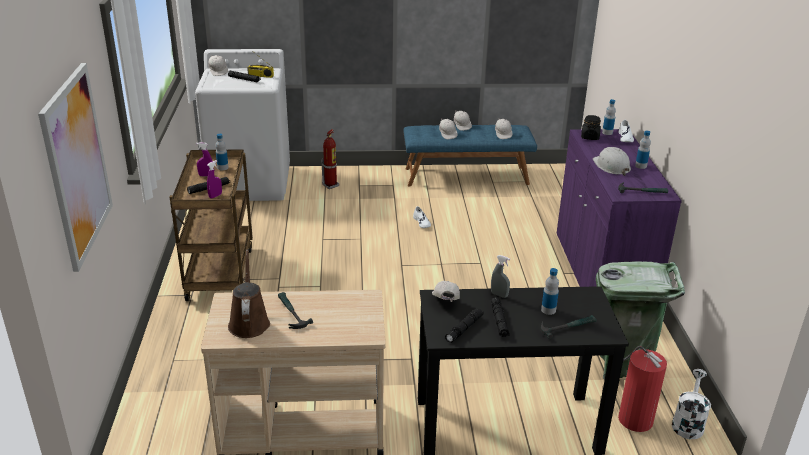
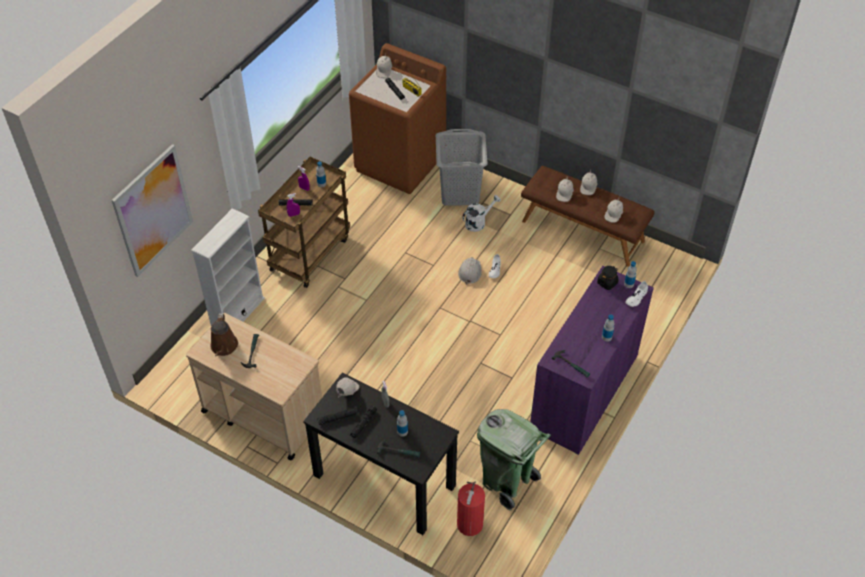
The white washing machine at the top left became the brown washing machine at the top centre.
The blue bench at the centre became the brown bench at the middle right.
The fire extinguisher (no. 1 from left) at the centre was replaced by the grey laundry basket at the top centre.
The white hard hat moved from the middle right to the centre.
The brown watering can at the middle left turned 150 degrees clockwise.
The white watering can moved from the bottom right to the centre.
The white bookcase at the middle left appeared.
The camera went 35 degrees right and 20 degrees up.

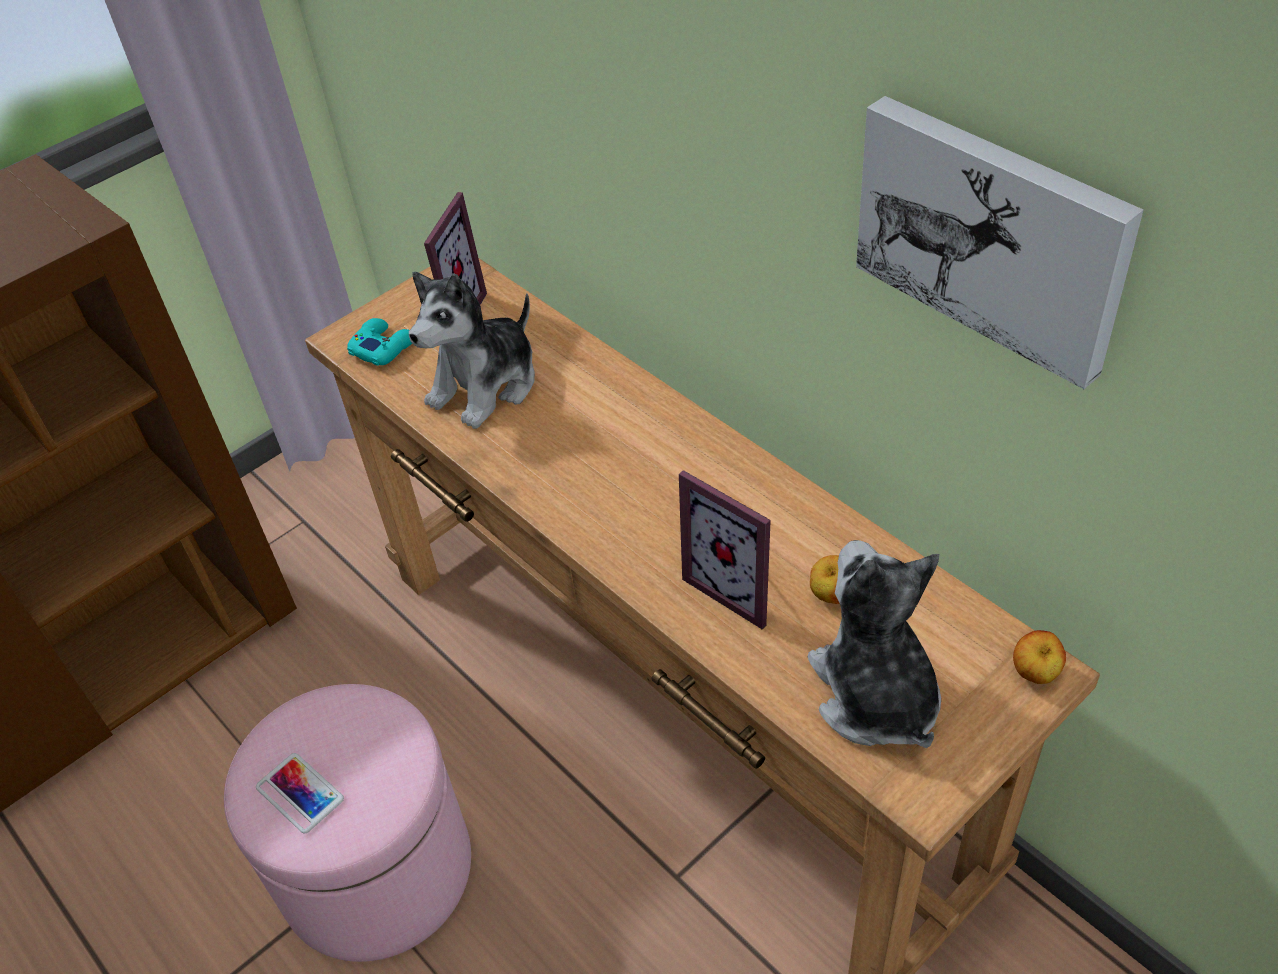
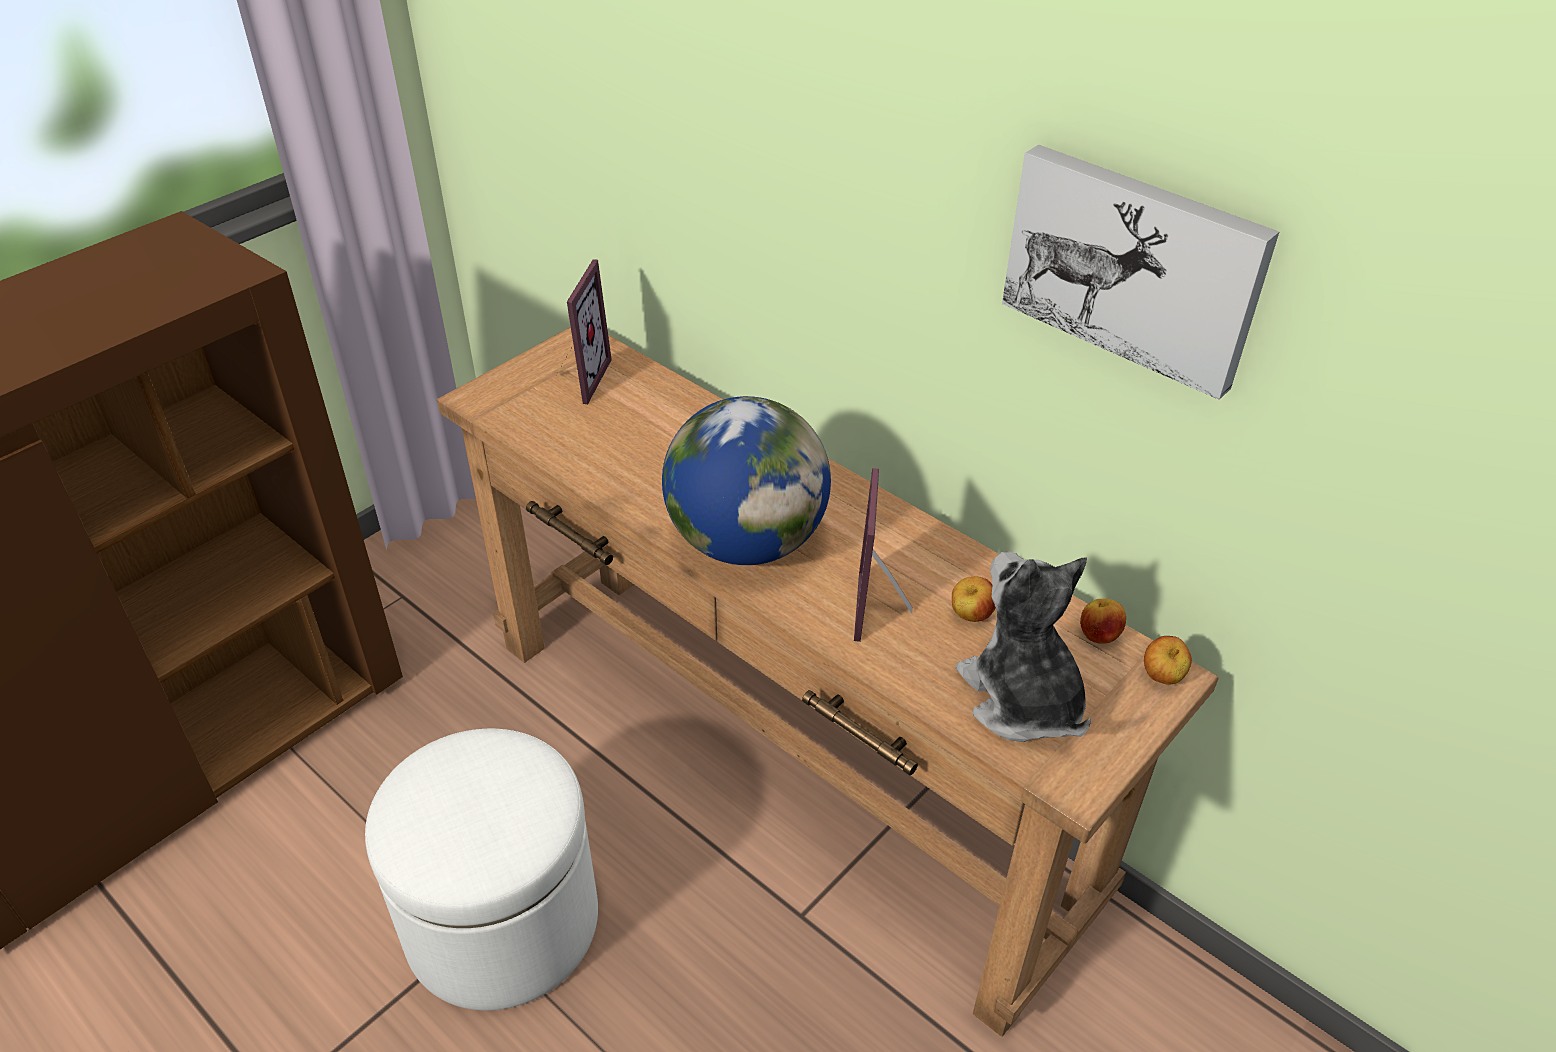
The plush toy (no. 1 from left) at the centre disappeared.
The turquoise game controller at the middle left disappeared.
The picture frame (no. 2 from left) at the centre turned 60 degrees clockwise.
The pink ottoman at the bottom left became the white ottoman at the bottom left.
The phone at the bottom left disappeared.
The globe at the centre appeared.
The apple (no. 2 from left) at the middle right appeared.
The camera went 10 degrees left and 5 degrees down.

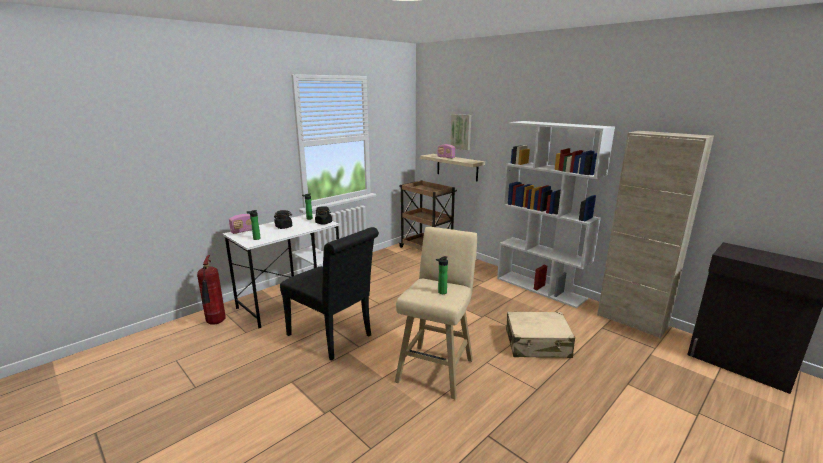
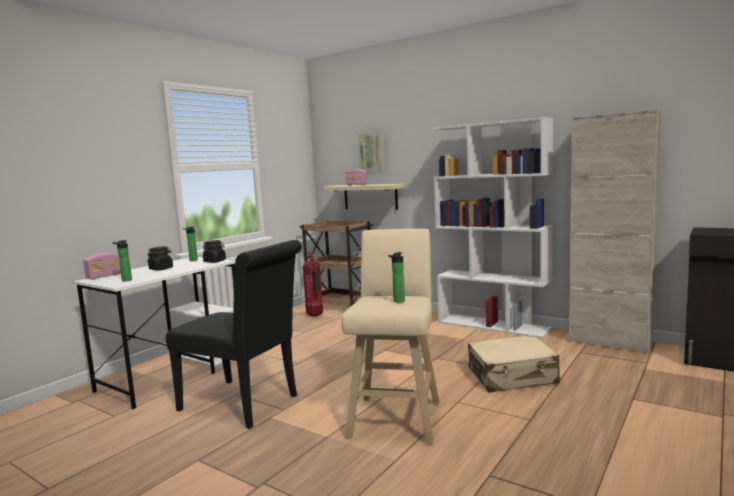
The fire extinguisher moved from the middle left to the centre.
The camera went 10 degrees left and 10 degrees down.

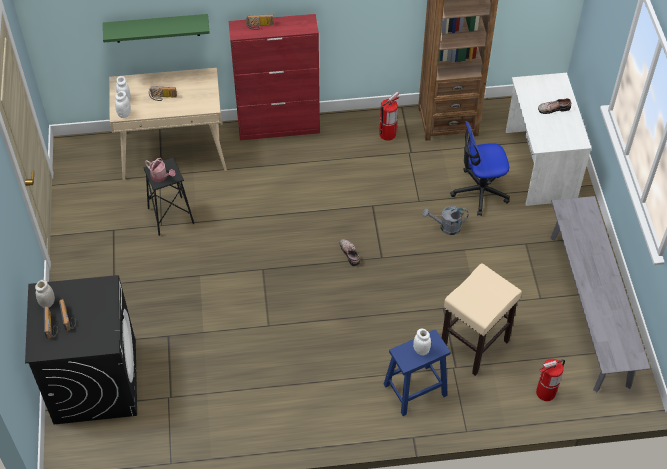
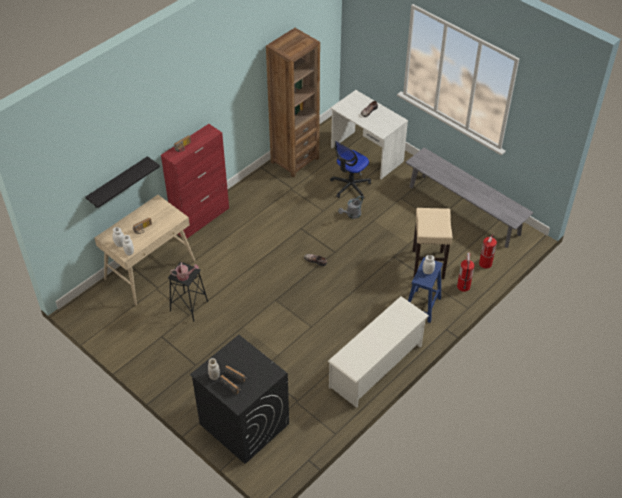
The green shelf at the top left became the black shelf at the middle left.
The fire extinguisher (no. 1 from left) moved from the top centre to the middle right.
The white shoe rack at the bottom centre appeared.
The camera went 40 degrees left and 5 degrees down.

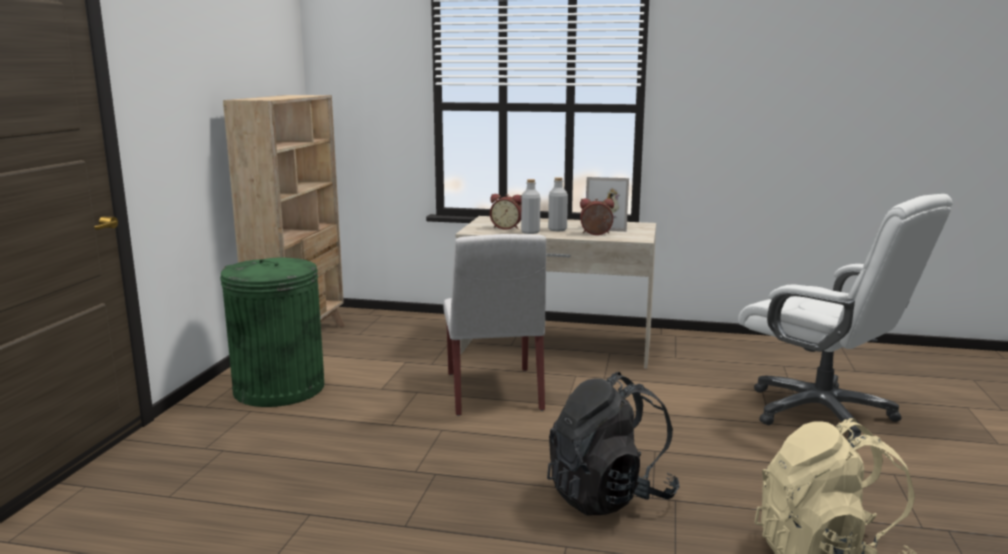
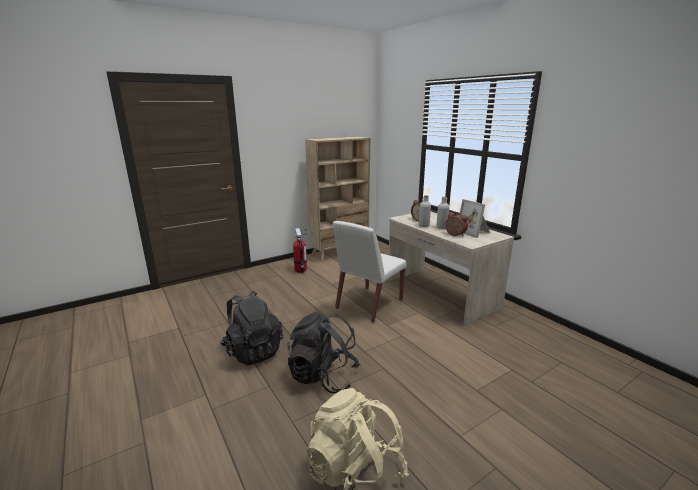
The white office chair at the middle right disappeared.
The green trash can at the middle left was replaced by the fire extinguisher at the centre.
The black backpack (no. 1 from left) at the bottom centre appeared.
The camera went 45 degrees right and 5 degrees up.

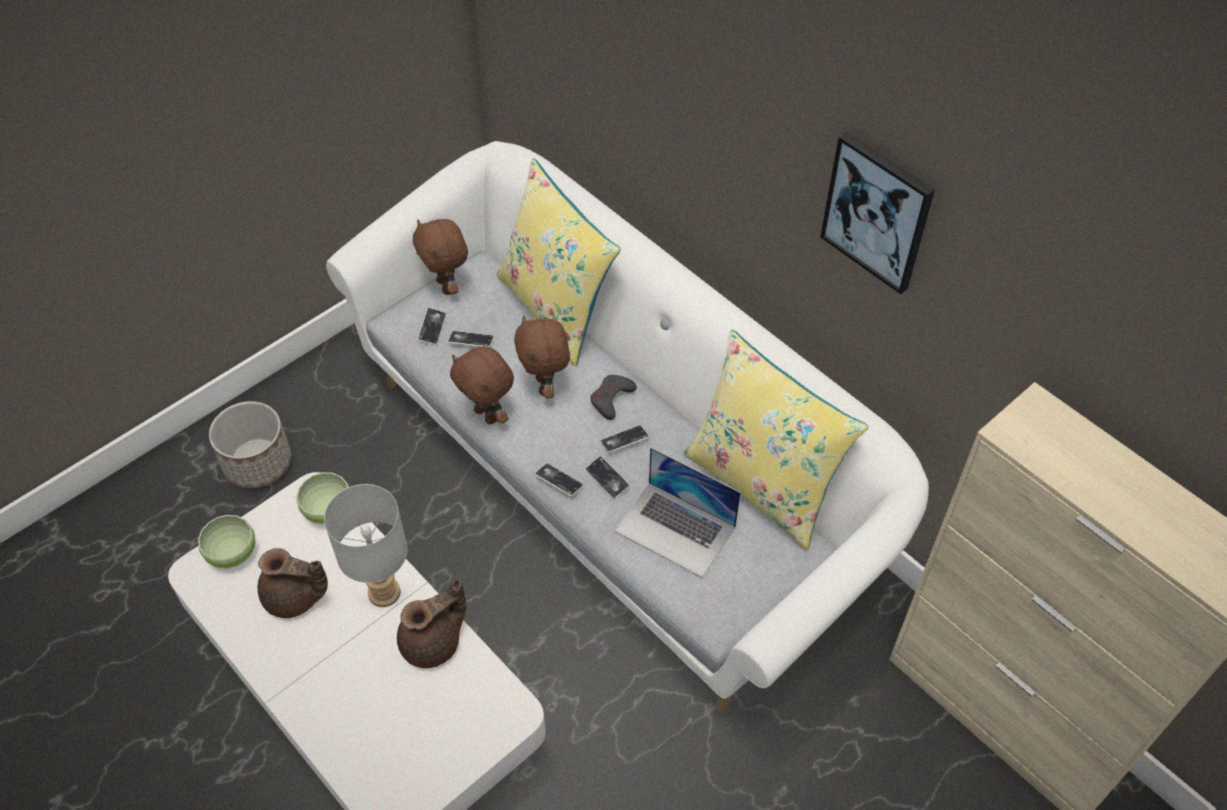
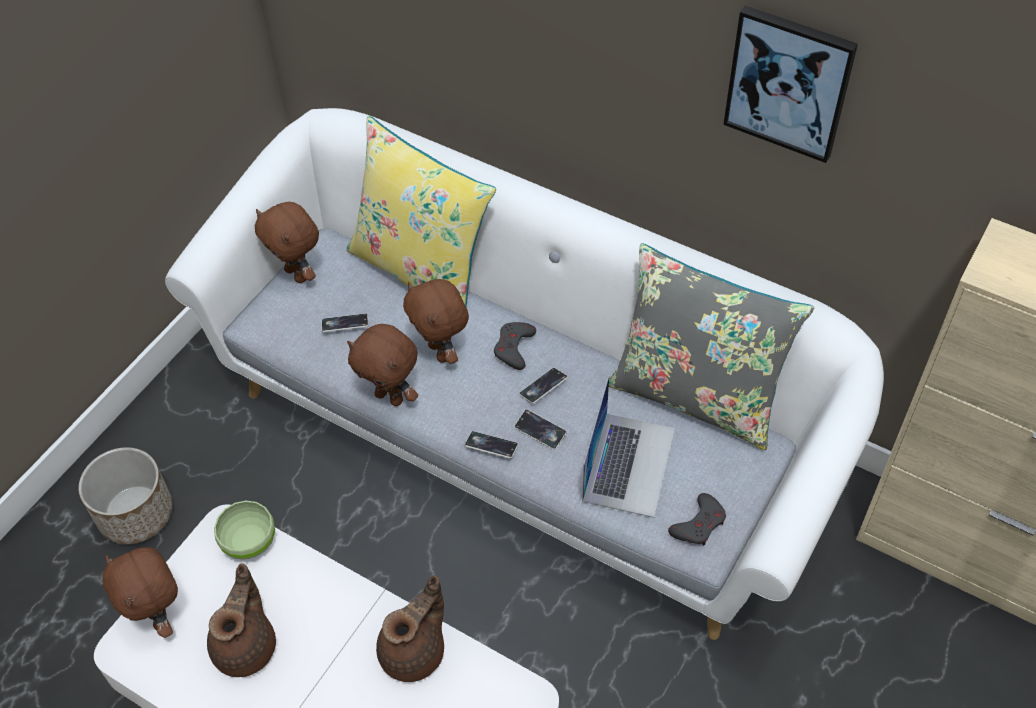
The phone (no. 1 from left) at the centre disappeared.
The yellow pillow (no. 2 from left) at the centre became the grey pillow at the middle right.
The laptop at the centre turned 90 degrees counterclockwise.
The grey table lamp at the bottom left disappeared.
The green bowl (no. 1 from left) at the bottom left was replaced by the brown plush toy (no. 1 from left) at the bottom left.
The brown teapot (no. 1 from left) at the bottom left turned 75 degrees counterclockwise.
The grey game controller (no. 2 from left) at the bottom right appeared.
The camera went 15 degrees left and 0 degrees up.

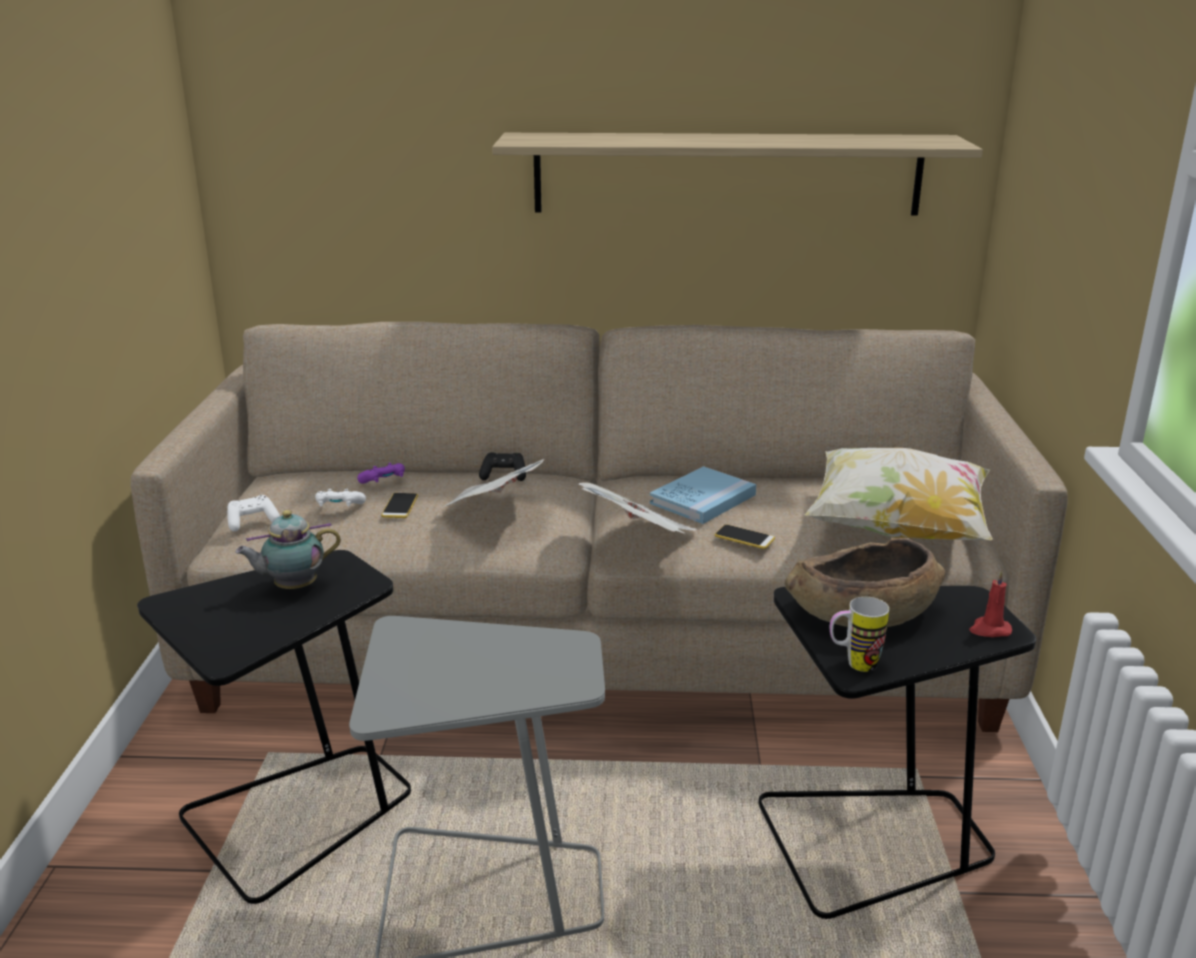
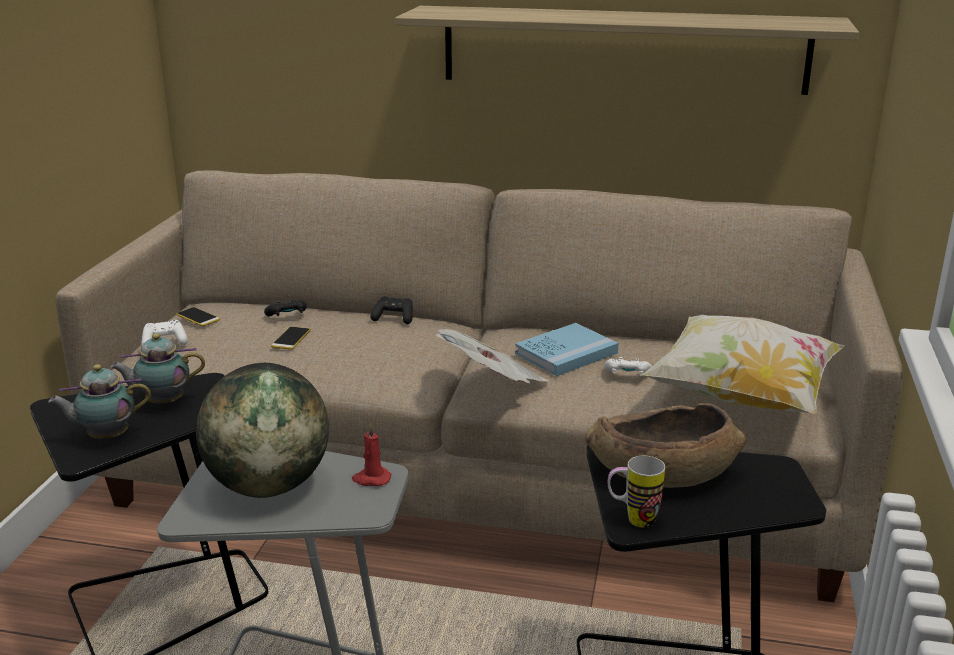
The newspaper (no. 1 from left) at the centre disappeared.
The purple game controller at the middle left became the black game controller (no. 1 from left) at the middle left.
The white game controller (no. 2 from left) moved from the middle left to the centre.
The phone (no. 2 from left in the first image) moved from the centre to the middle left.
The red candle moved from the middle right to the bottom centre.
The globe at the middle left appeared.
The teapot (no. 1 from left) at the middle left appeared.
The camera went 10 degrees right and 0 degrees up.

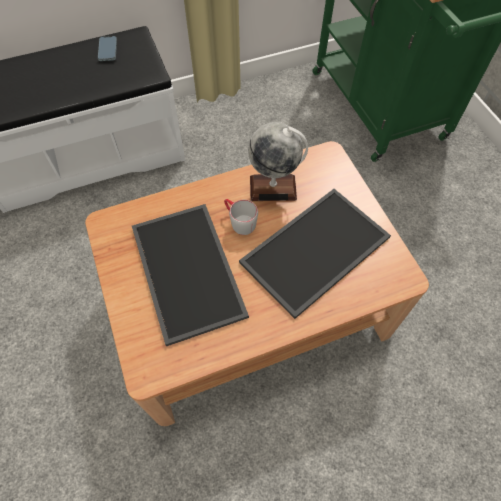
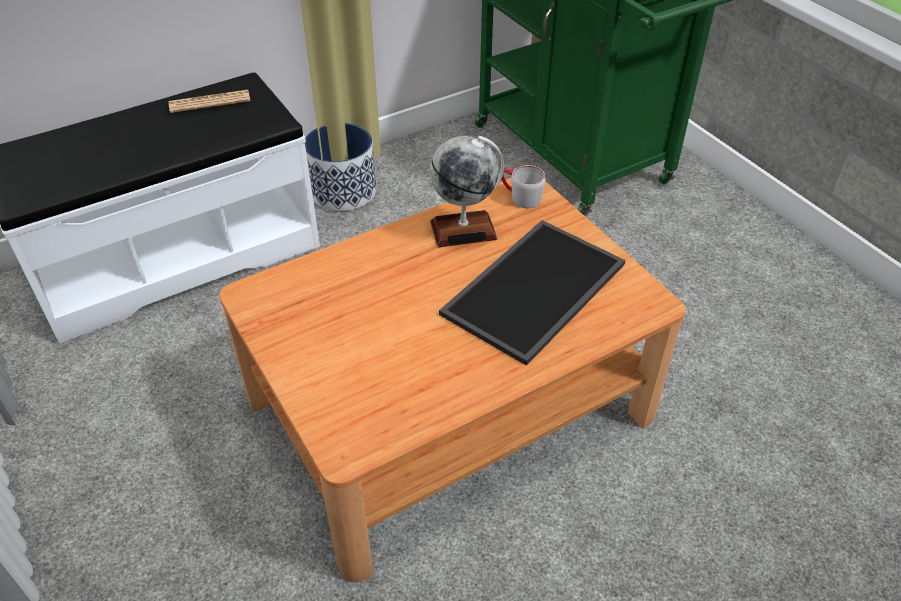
The phone at the top left was replaced by the newspaper at the top left.
The grey mug moved from the centre to the top centre.
The tray (no. 1 from left) at the centre disappeared.
The planter at the top centre appeared.
The camera went 10 degrees left and 15 degrees down.

